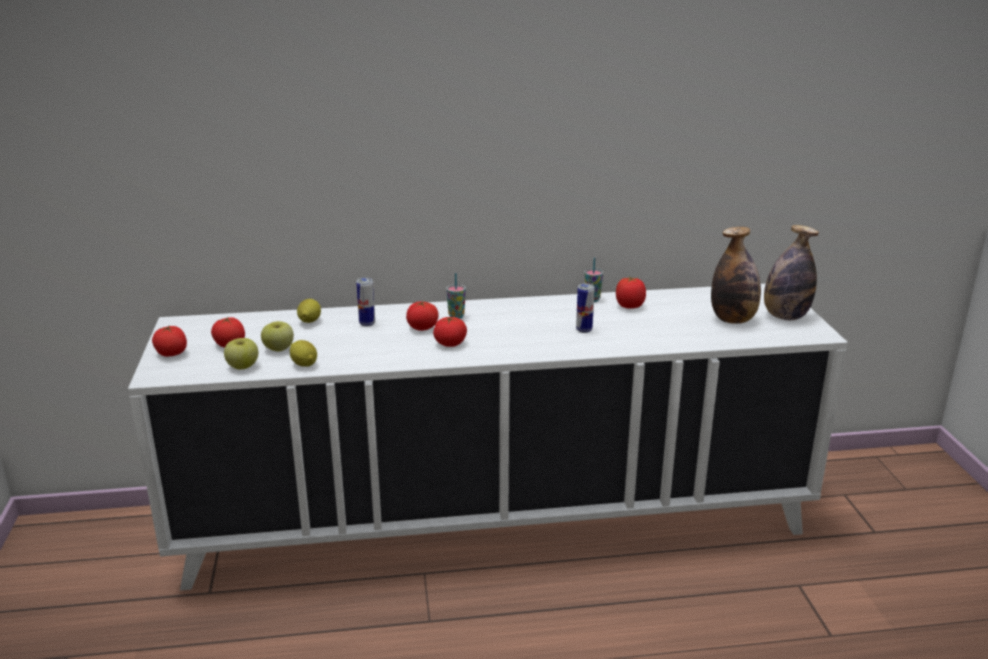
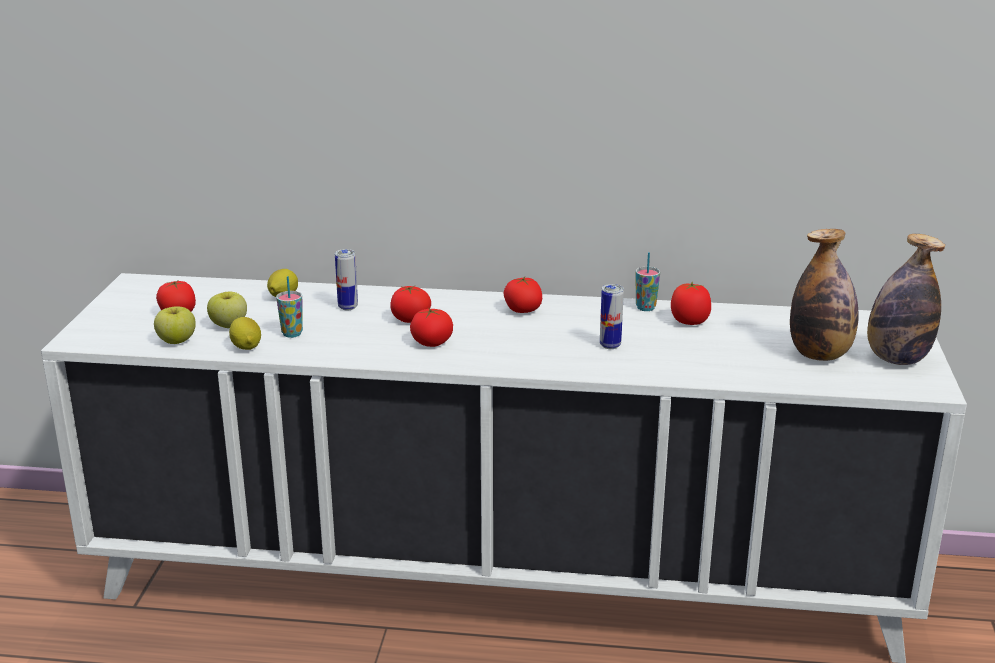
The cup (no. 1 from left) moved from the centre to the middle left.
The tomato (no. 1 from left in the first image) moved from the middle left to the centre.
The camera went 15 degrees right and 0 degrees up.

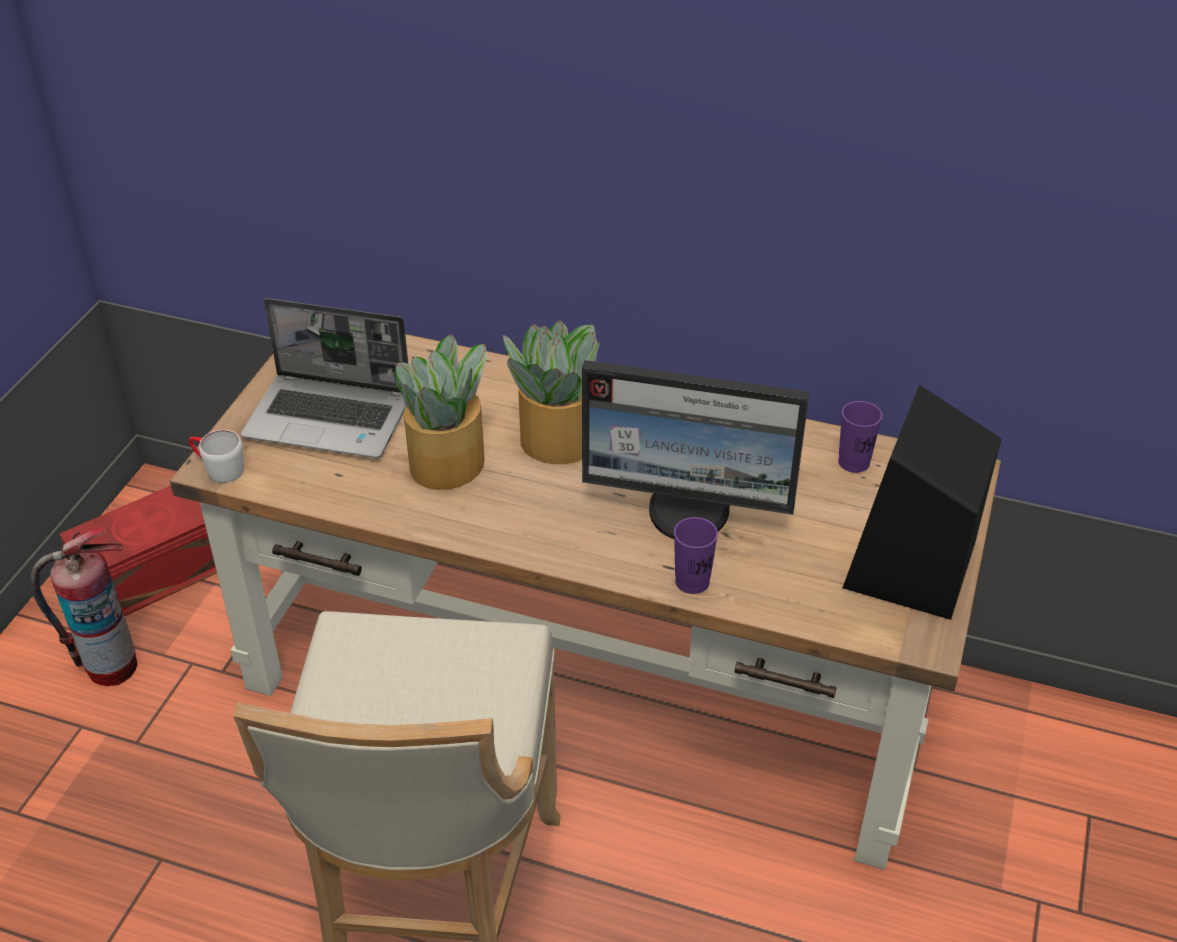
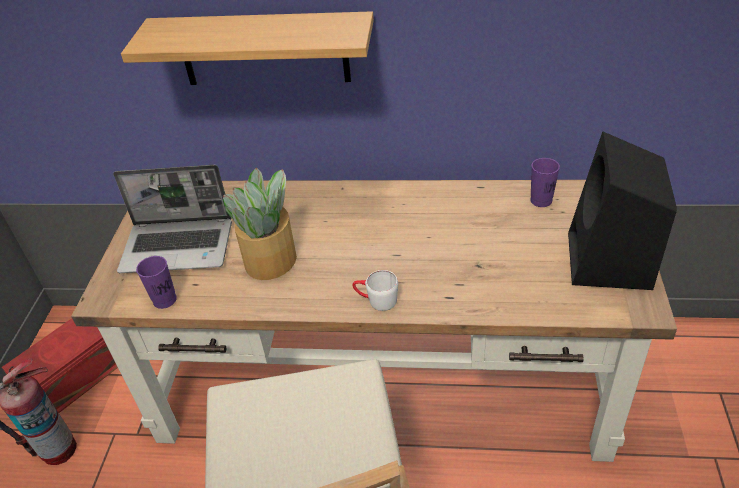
The potted plant (no. 2 from left) at the centre disappeared.
The monitor at the centre disappeared.
The white mug moved from the middle left to the centre.
The purple cup (no. 1 from left) moved from the centre to the middle left.
The shelf at the top centre appeared.
The camera went 10 degrees left and 0 degrees up.

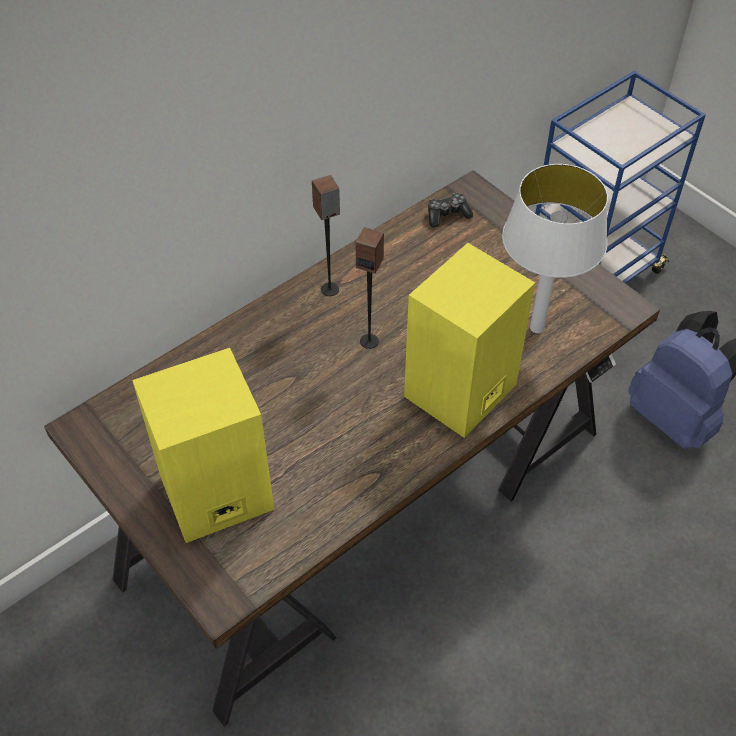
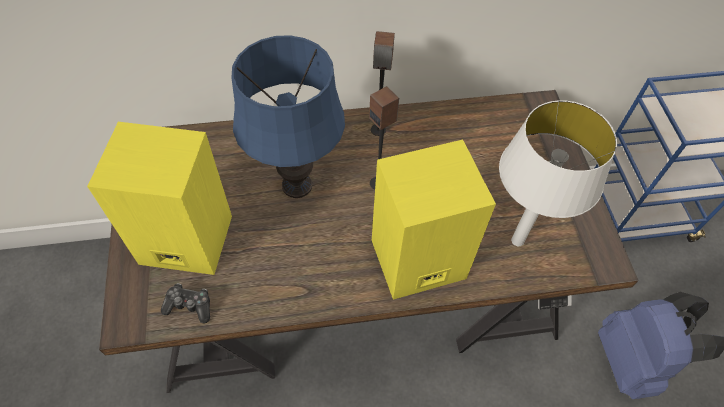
The game controller moved from the top centre to the bottom left.
The blue table lamp at the top centre appeared.
The camera went 30 degrees right and 5 degrees up.

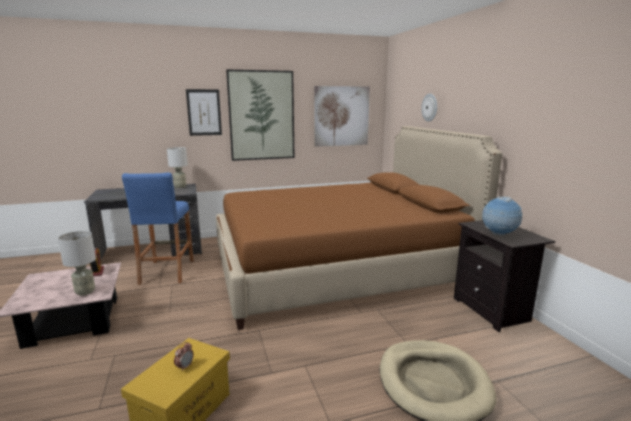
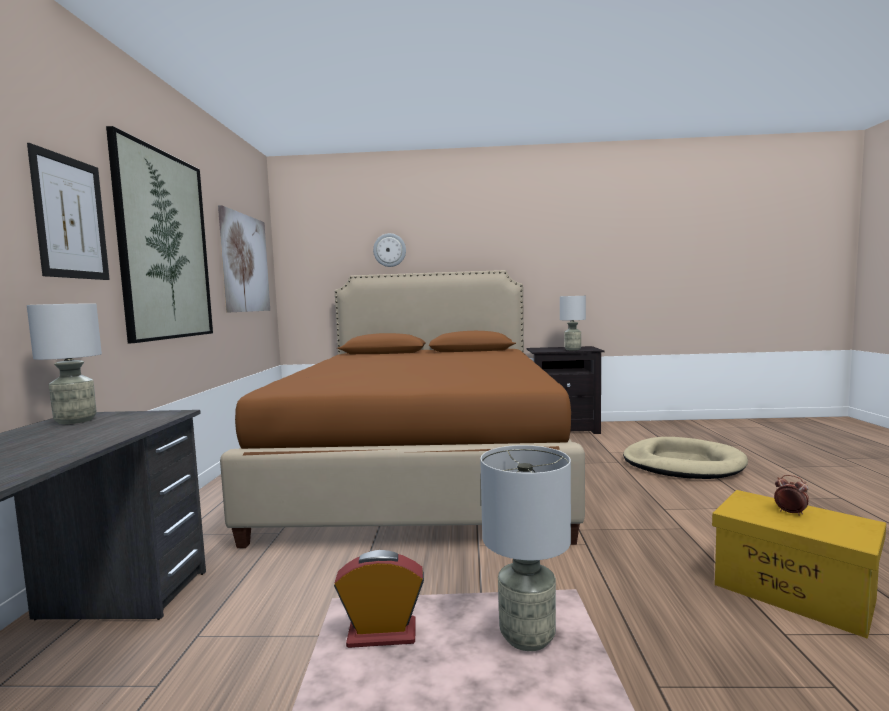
The blue stool at the middle left disappeared.
The globe at the middle right was replaced by the grey table lamp (no. 3 from left) at the centre.
The camera went 70 degrees left and 10 degrees down.

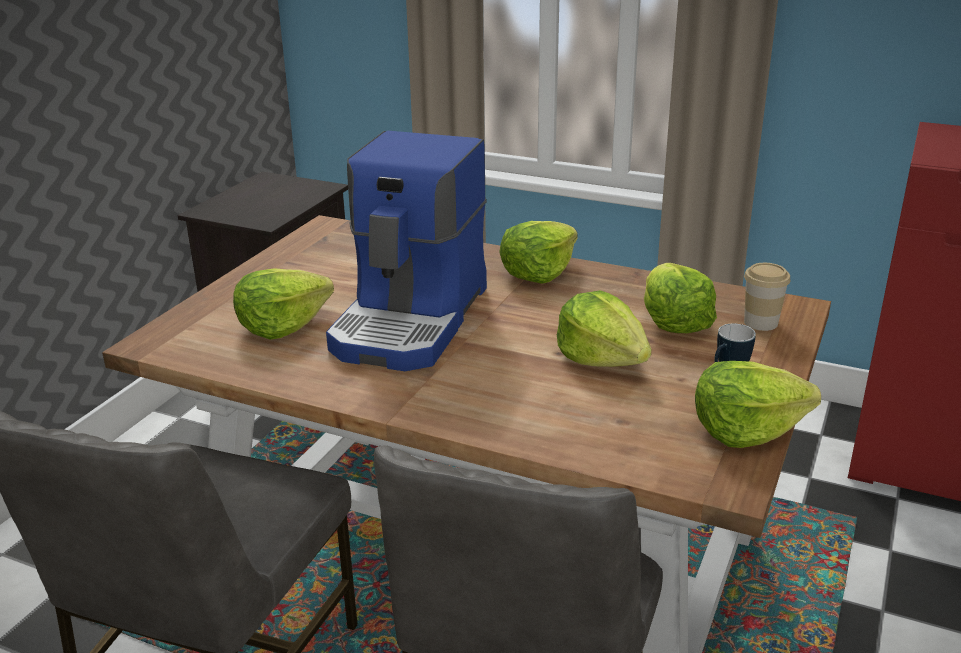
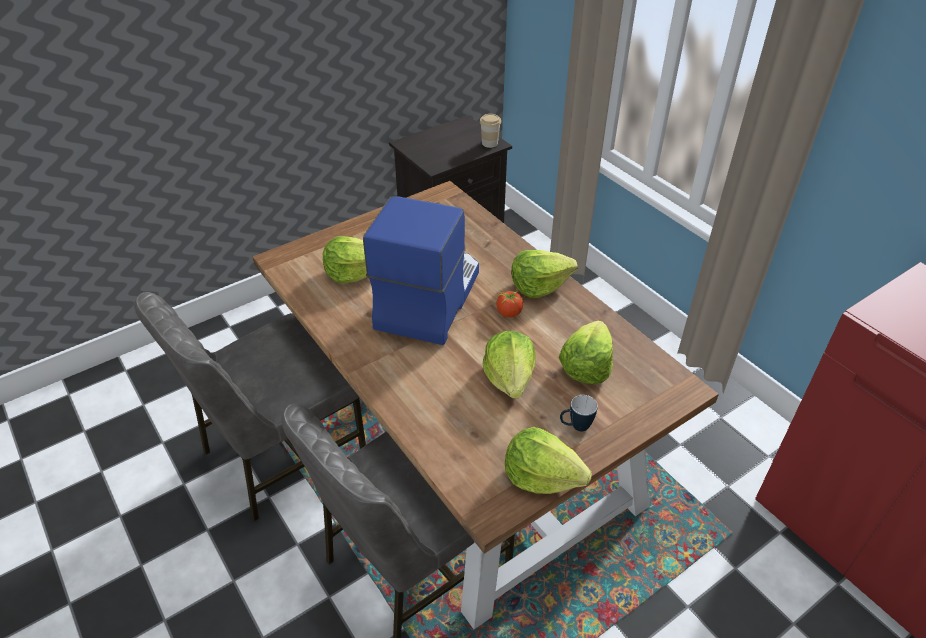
The coffee machine at the centre turned 150 degrees clockwise.
The cup moved from the middle right to the top centre.
The tomato at the centre appeared.
The camera went 30 degrees right and 15 degrees up.

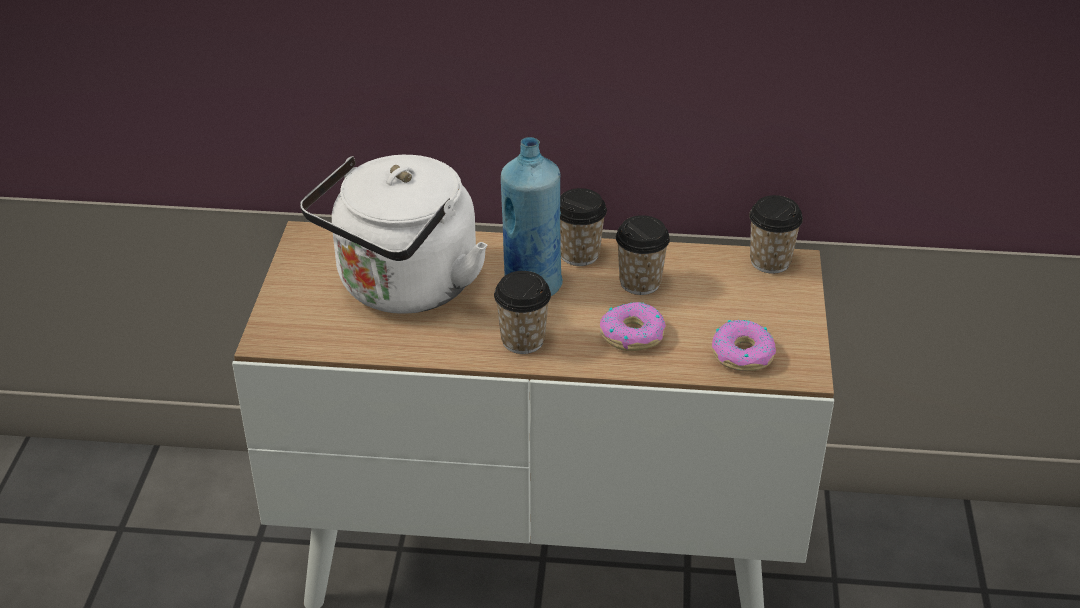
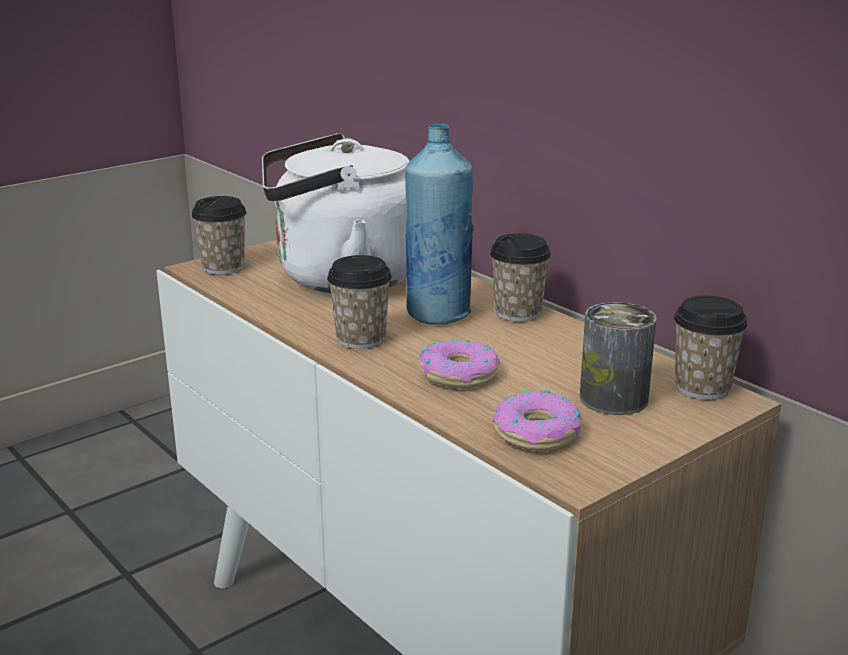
The cup (no. 3 from left in the first image) moved from the centre to the middle left.
The can at the middle right appeared.
The camera went 45 degrees right and 15 degrees down.

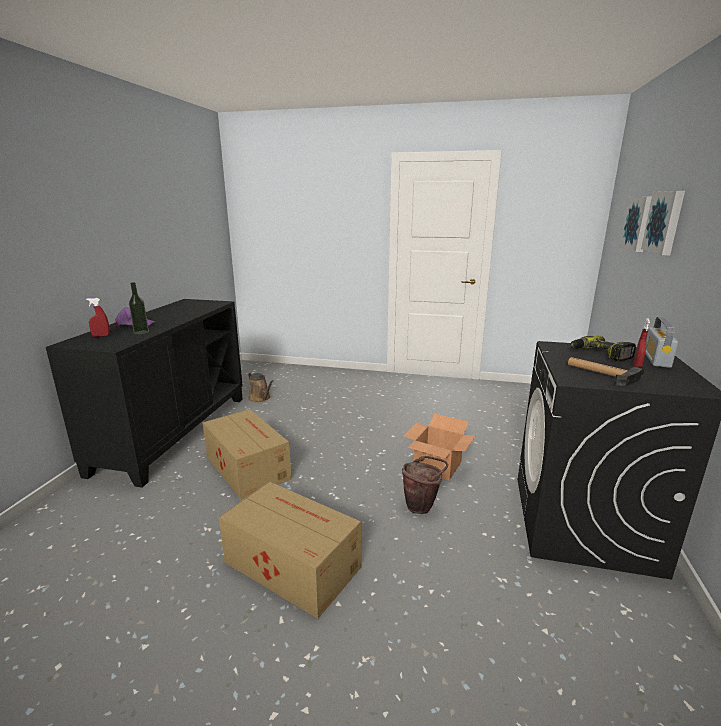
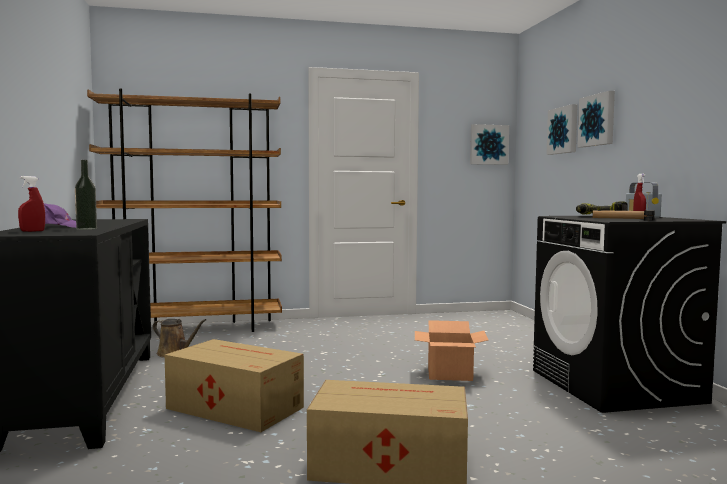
The brown bucket at the bottom centre disappeared.
The brown bookcase at the middle left appeared.
The picture (no. 1 from left) at the top right appeared.
The camera went 25 degrees left and 15 degrees down.

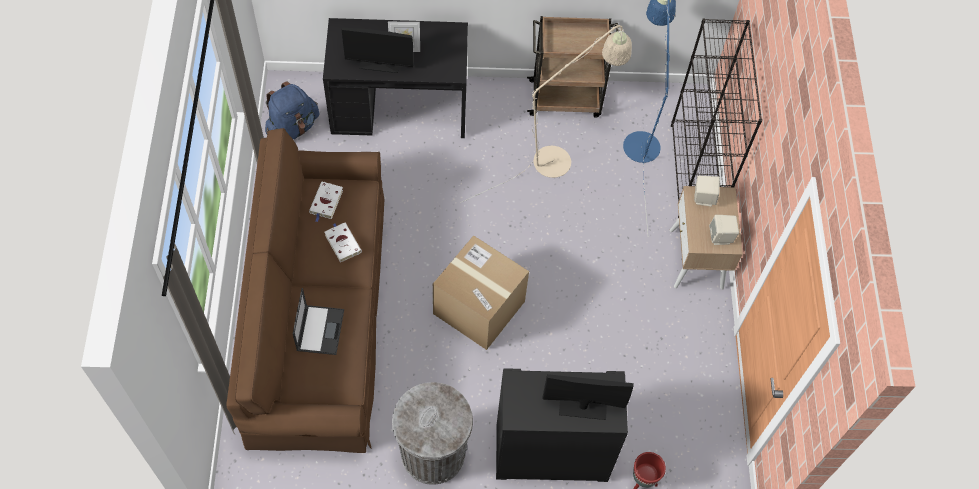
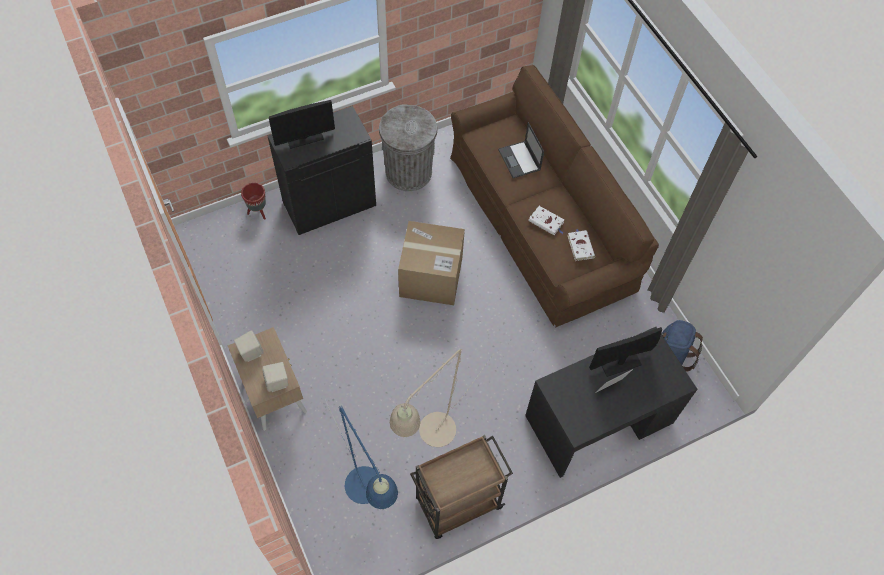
The black bookcase at the top right disappeared.
The camera went 155 degrees right and 0 degrees up.

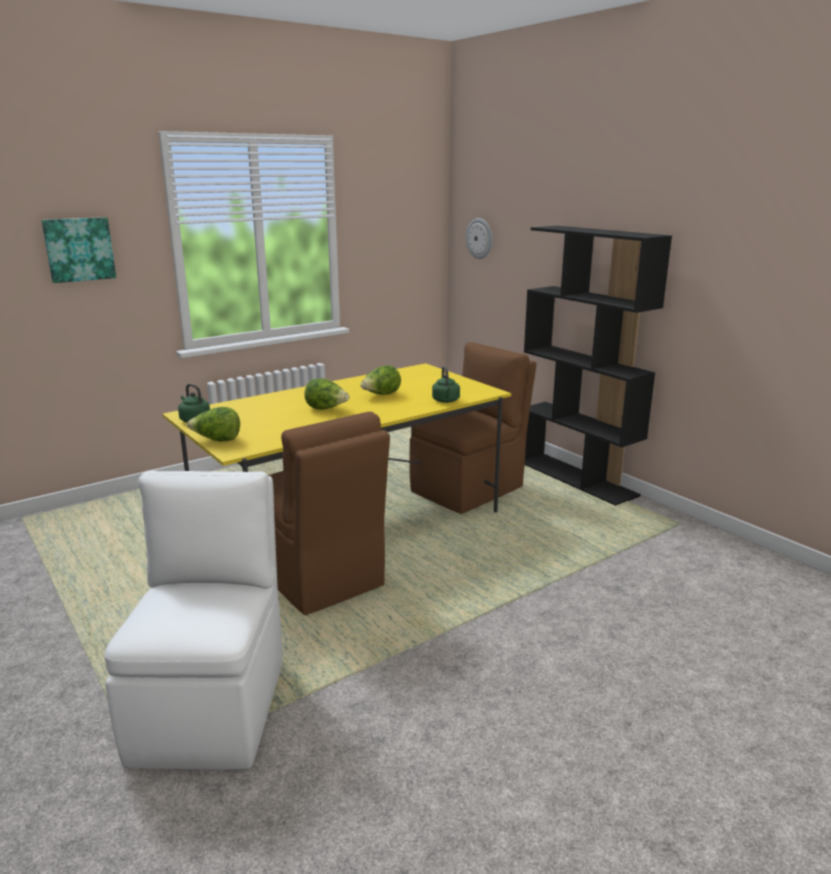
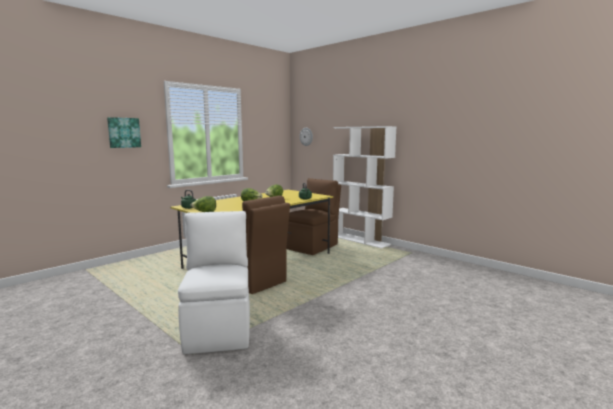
The black bookcase at the middle right became the white bookcase at the centre.
The camera went 10 degrees left and 10 degrees down.

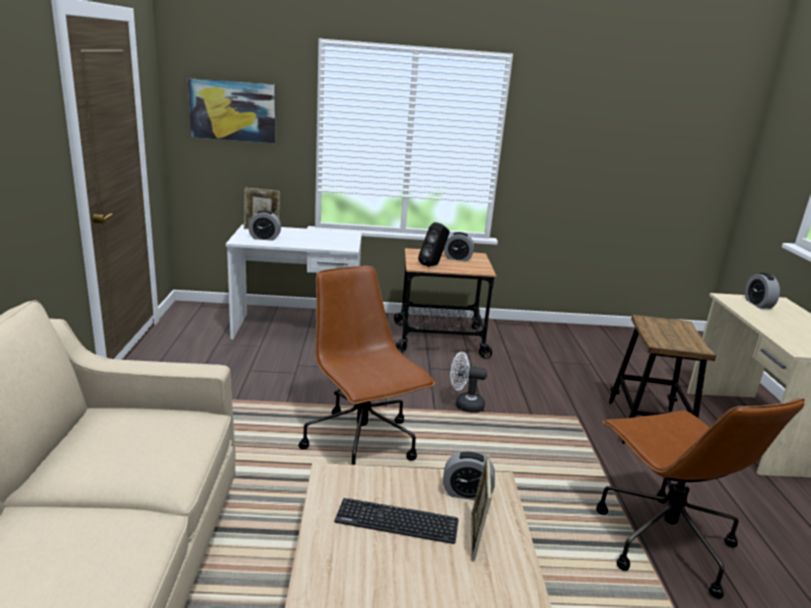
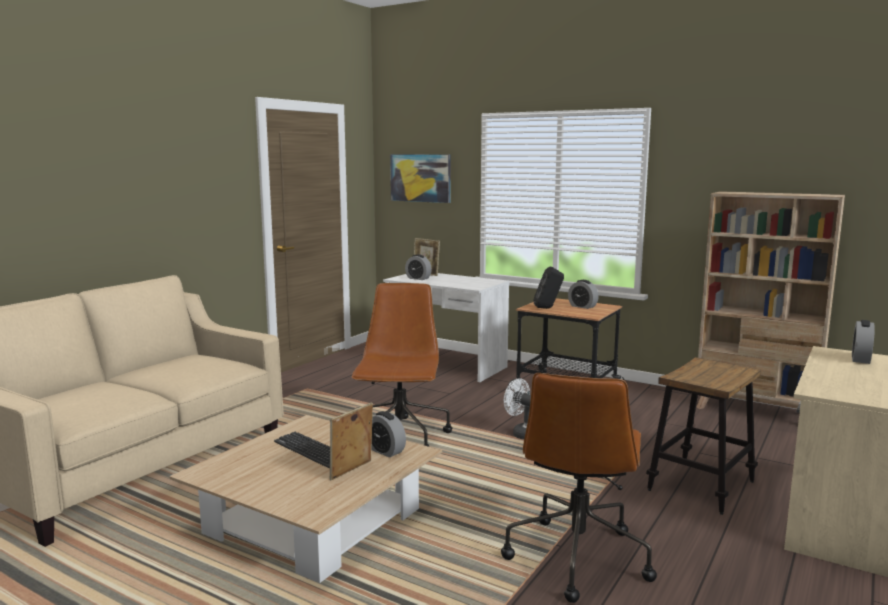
The beige bookcase at the middle right appeared.
The camera went 35 degrees right and 10 degrees down.

